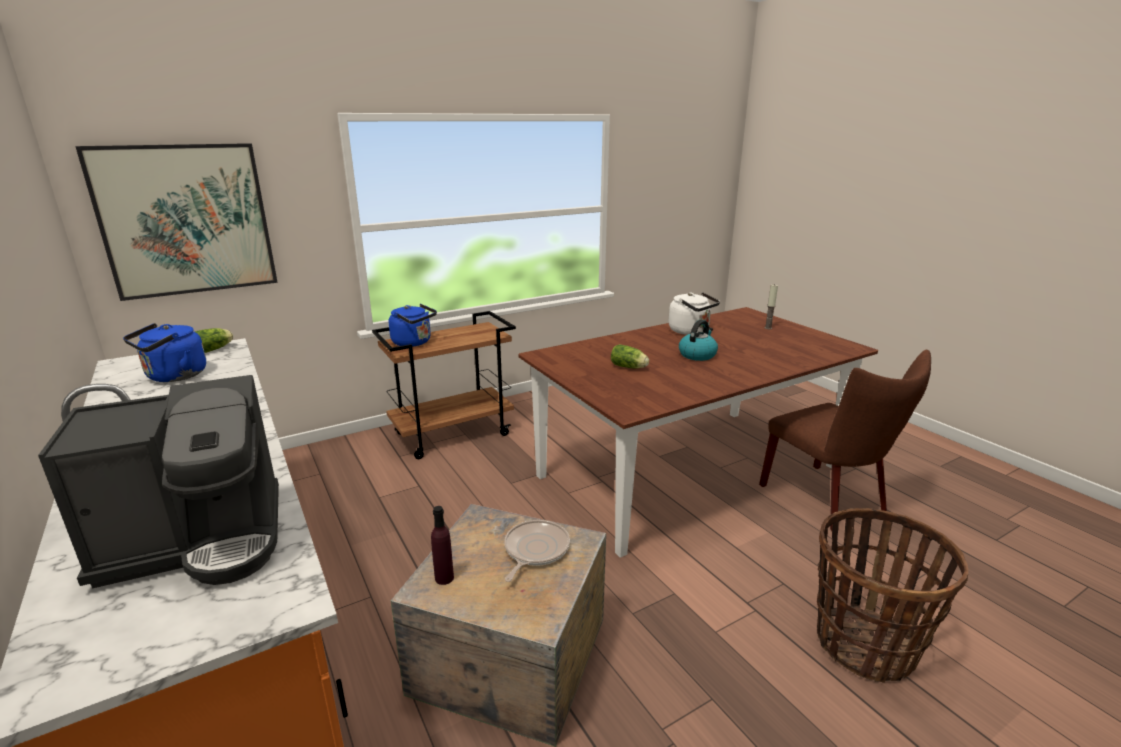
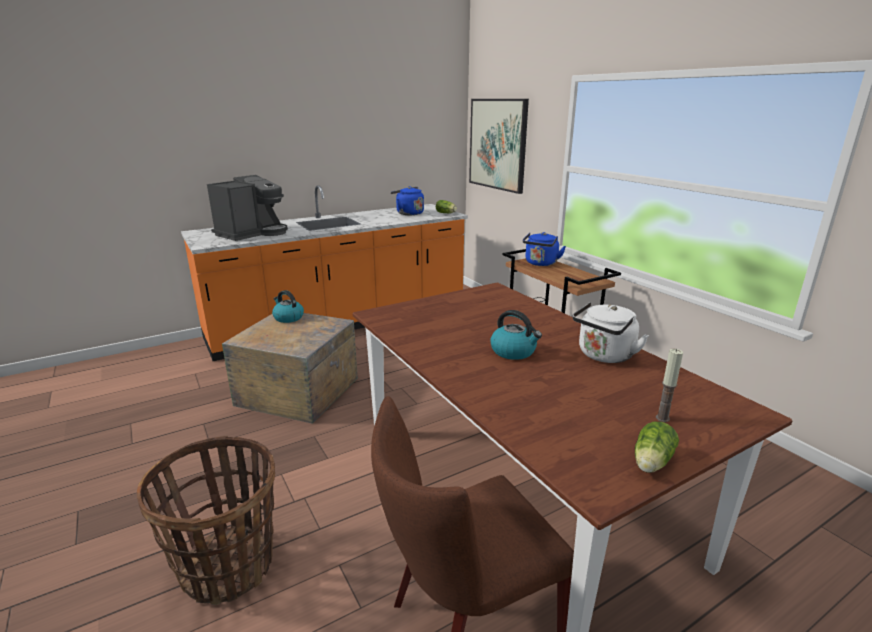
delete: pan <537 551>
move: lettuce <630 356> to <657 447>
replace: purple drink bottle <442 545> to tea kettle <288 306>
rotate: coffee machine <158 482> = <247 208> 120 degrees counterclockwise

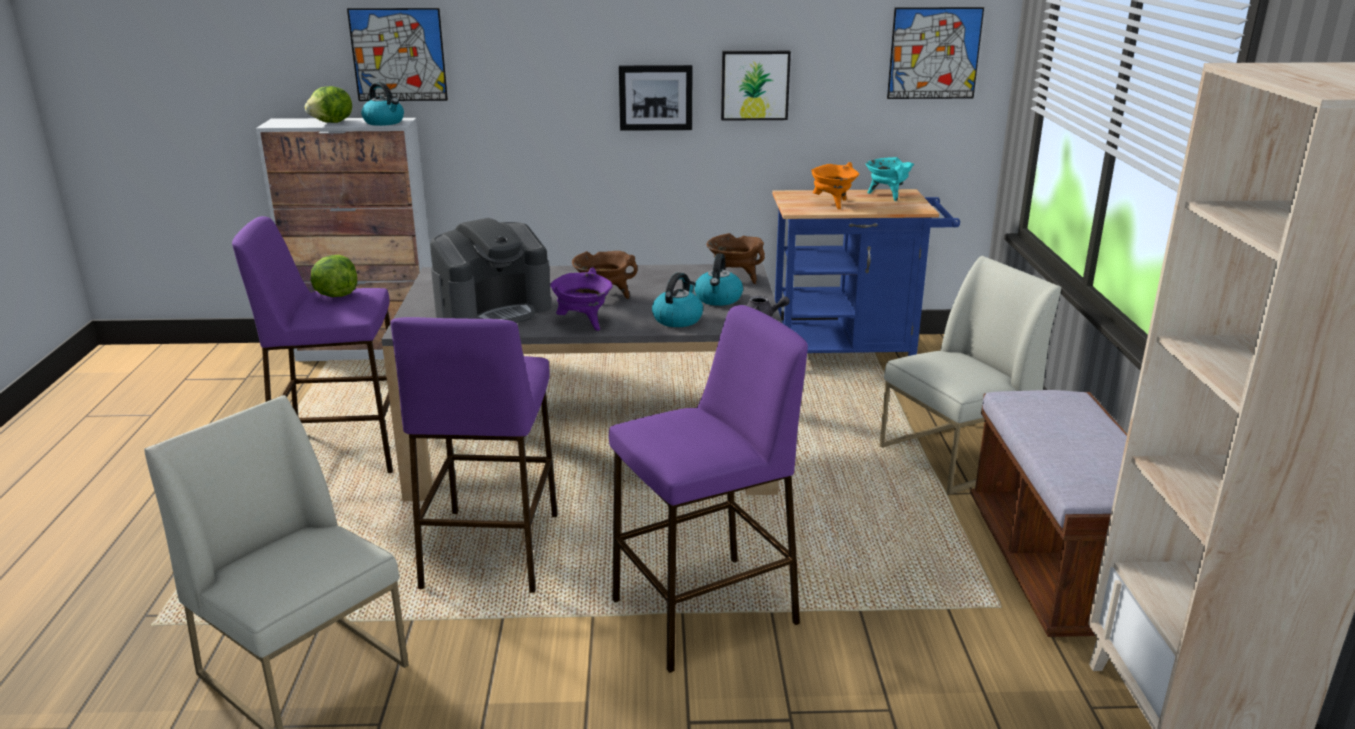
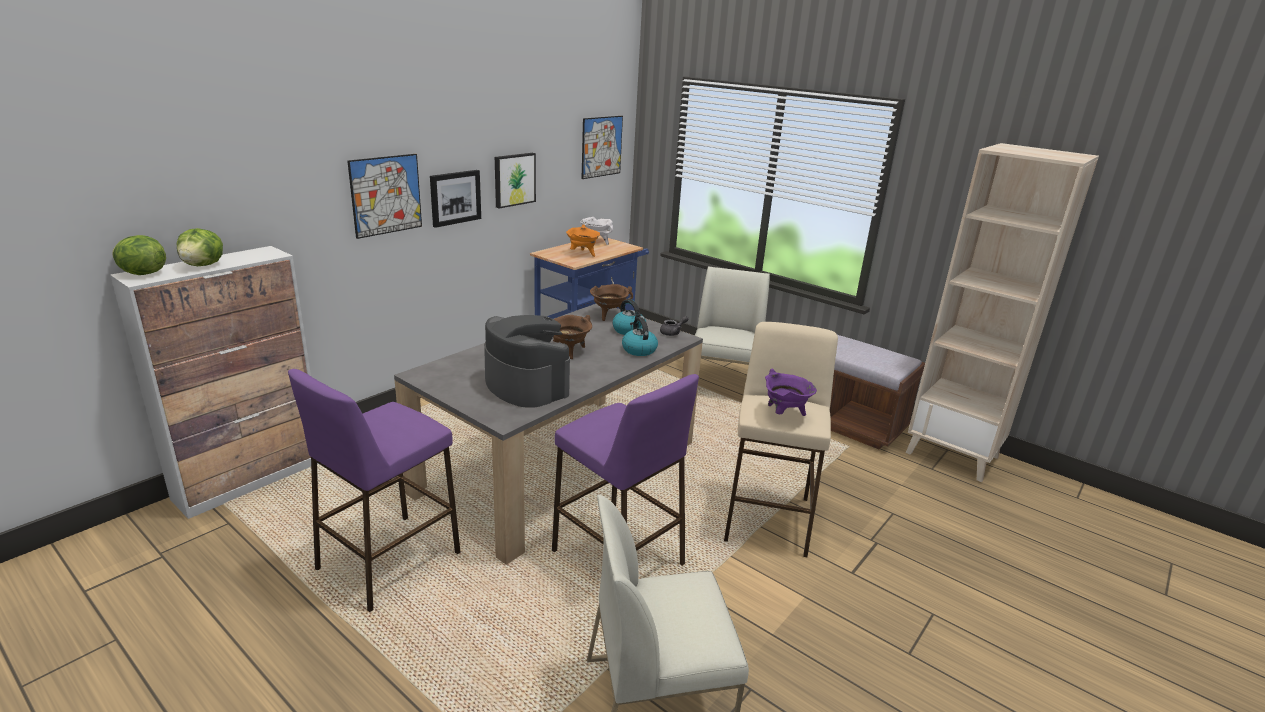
delete: tea kettle <382 104>
move: picture <397 54> to <384 196>; lettuce <333 276> to <139 255>; purple saucepot <581 299> to <791 392>
recolor: turquoise saucepot <890 179> to whitish saucepot <596 231>; purple sitting stool <708 489> to beige sitting stool <781 439>
rotate: coffee machine <490 270> = <527 361> 45 degrees counterclockwise

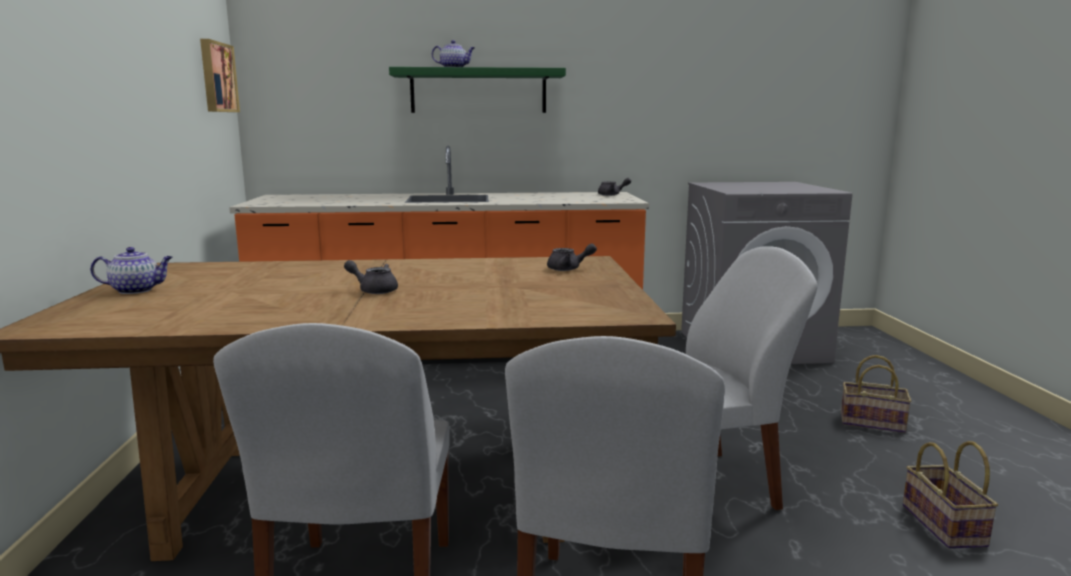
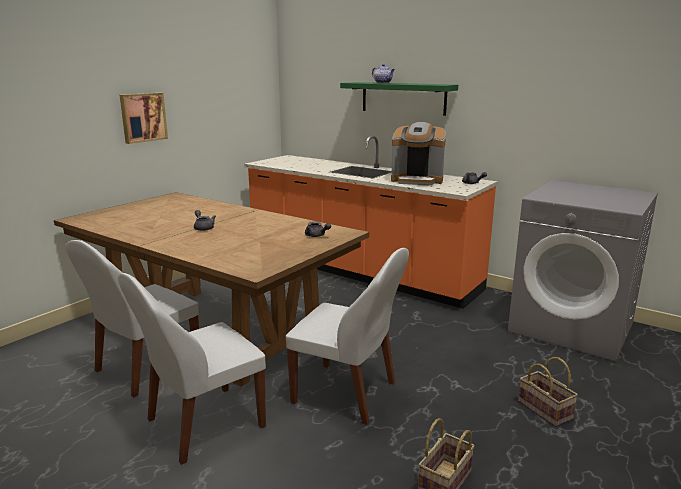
delete: pot for tea <131 270>
insert: coffee machine <418 154>
move: picture <220 75> to <144 118>

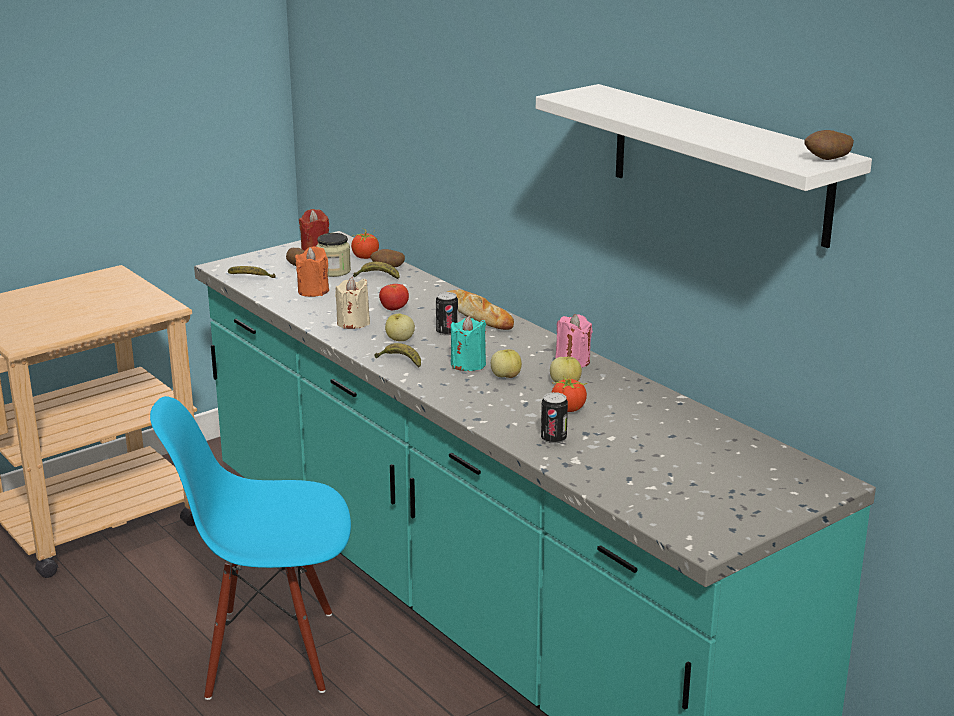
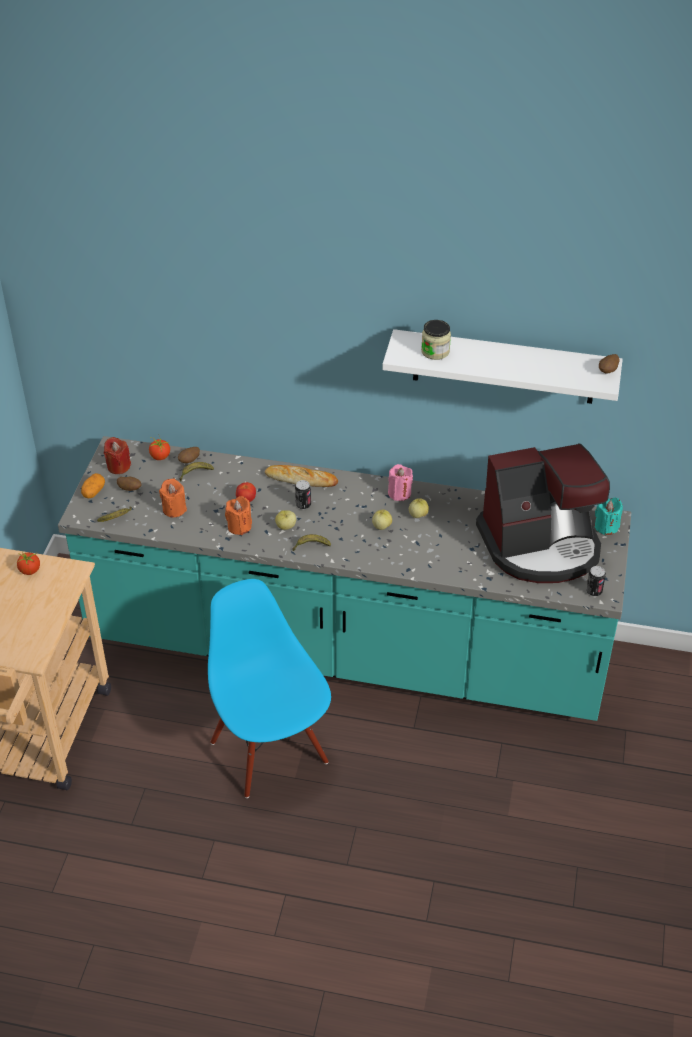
insert: coffee machine <543 513>; spud <93 485>
move: jar <334 255> to <436 340>; turquoise wax light <468 343> to <609 517>; fresh tomato <569 394> to <28 563>; metal can <554 418> to <596 581>
recolor: beige wax light <352 303> to orange-coloured wax light <238 515>
rotate: bluish upright chair <250 548> = <269 688> 105 degrees clockwise

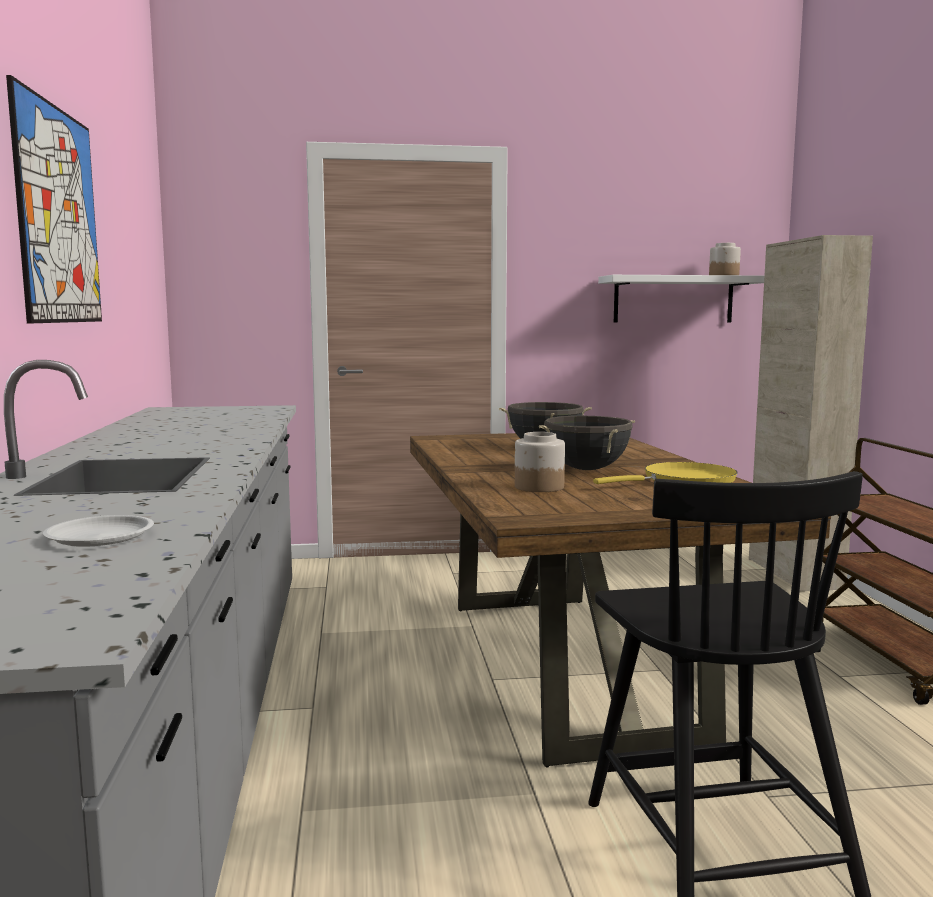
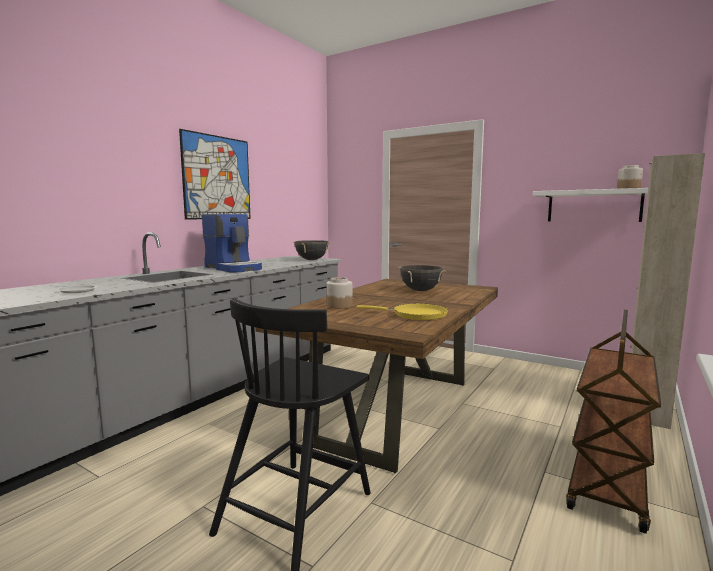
insert: coffee machine <232 243>
move: black-coloured saucepot <587 443> to <312 250>

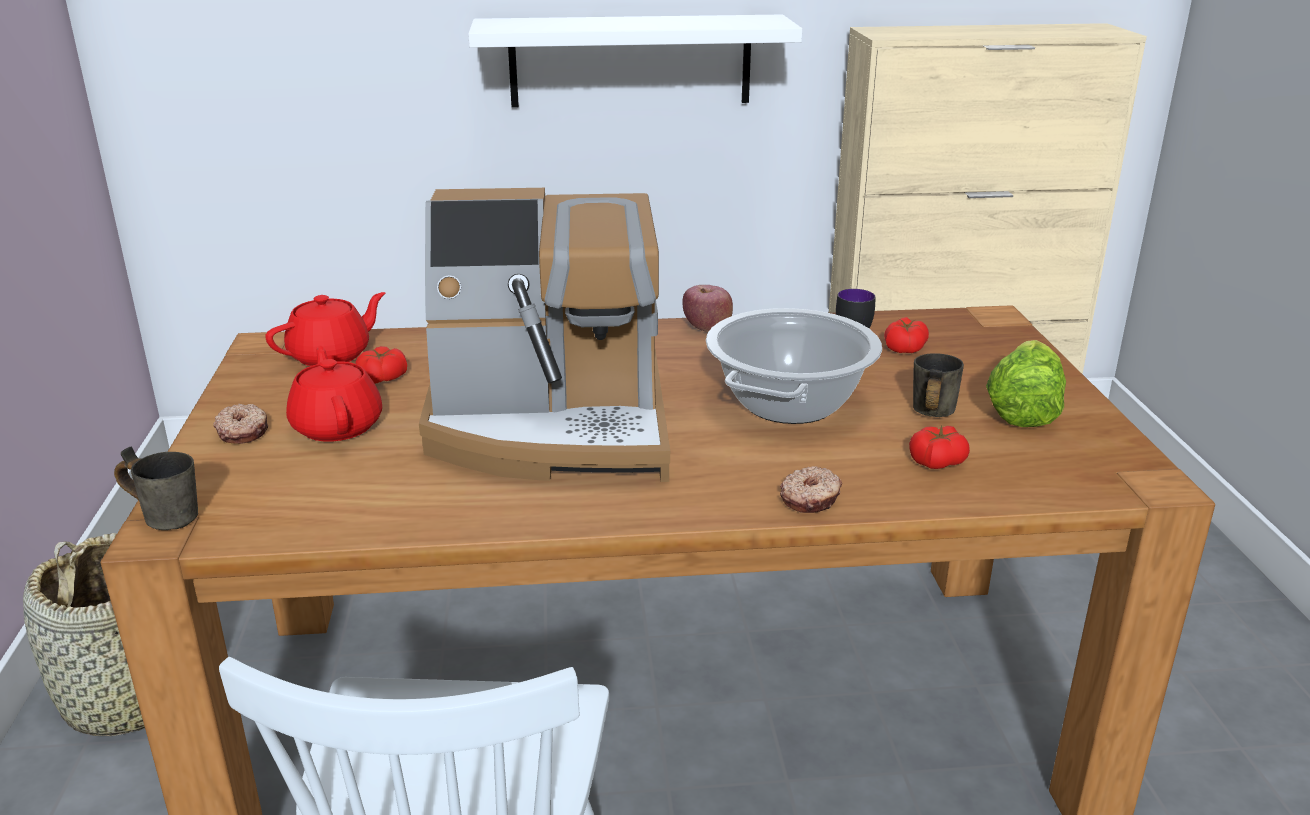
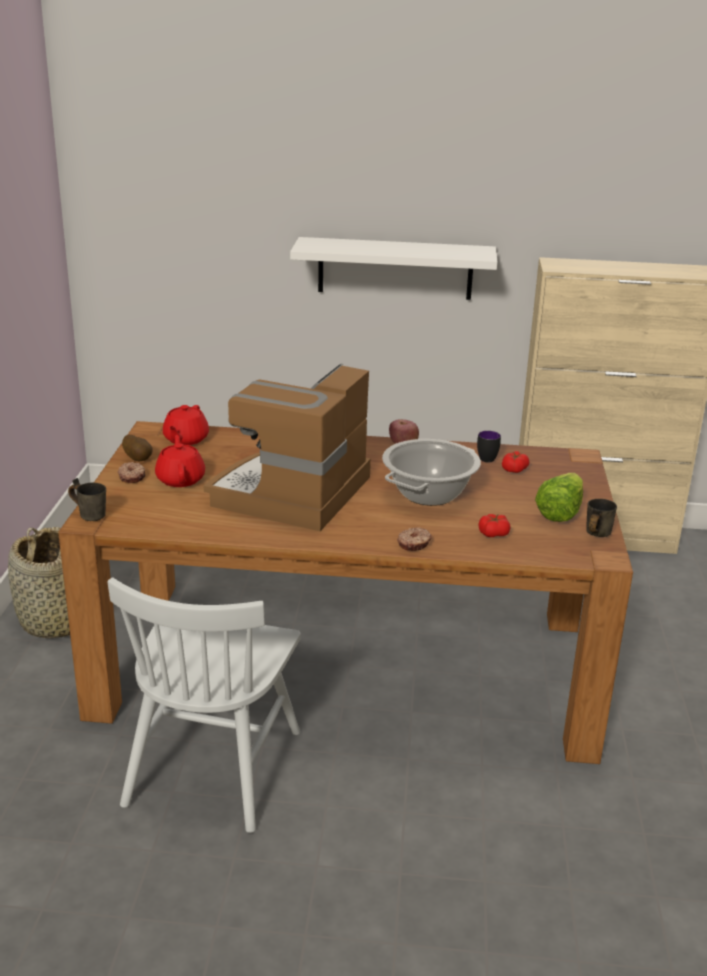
delete: fresh tomato <381 365>
insert: spud <137 448>
move: gray coffee mug <938 385> to <601 518>
rotate: coffee machine <544 335> = <287 447> 105 degrees clockwise; red pot for tea <325 329> = <186 425> 135 degrees clockwise

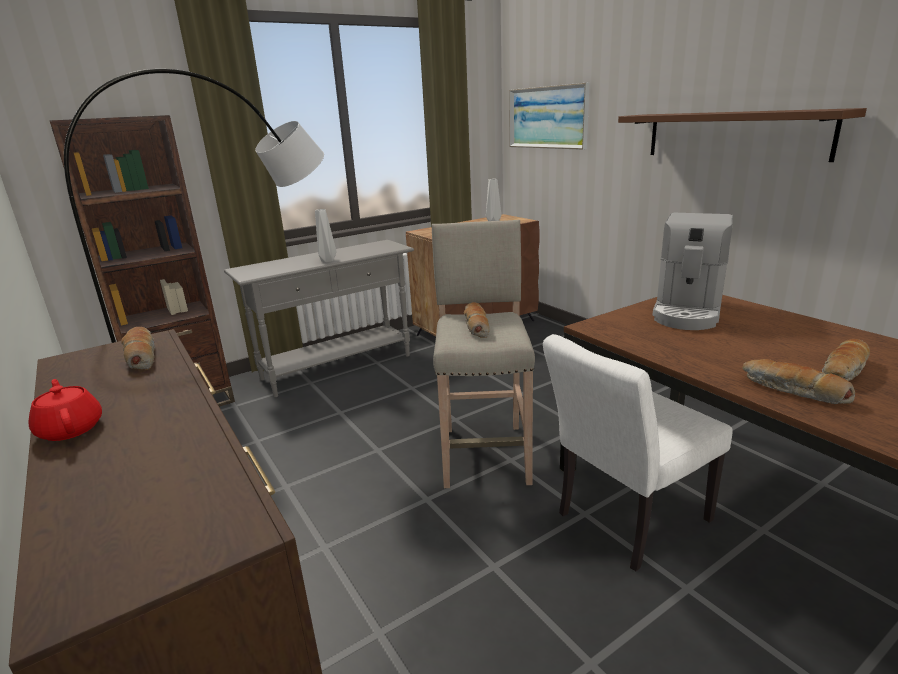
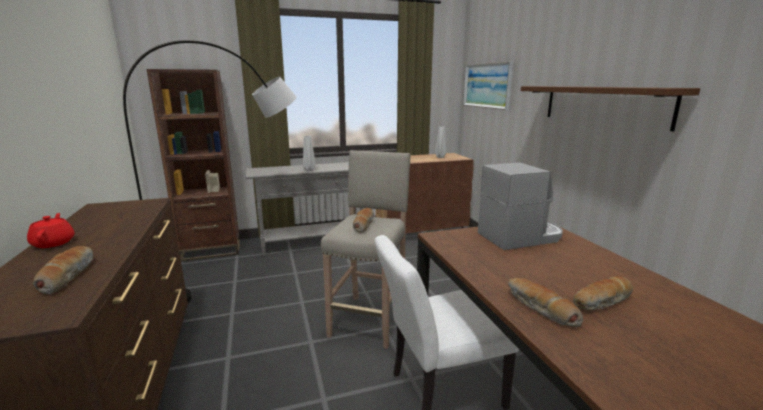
move: baked bread <138 348> to <63 270>
rotate: coffee machine <692 271> = <520 206> 150 degrees counterclockwise

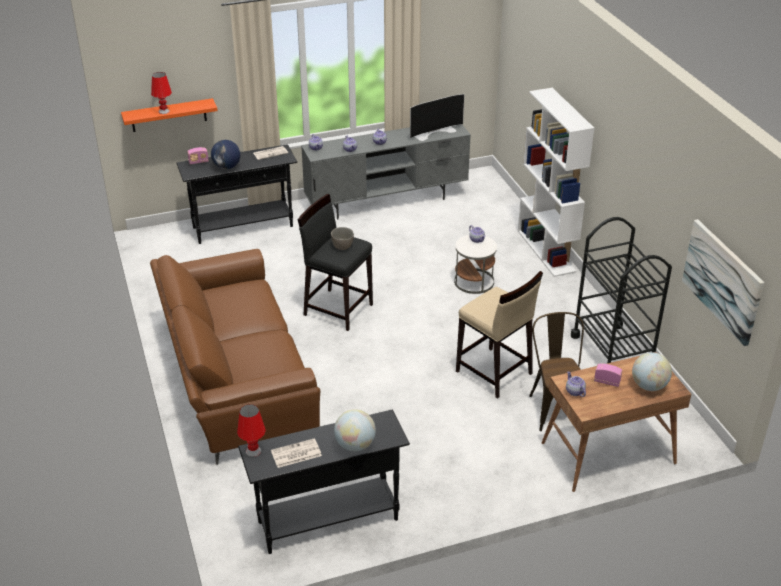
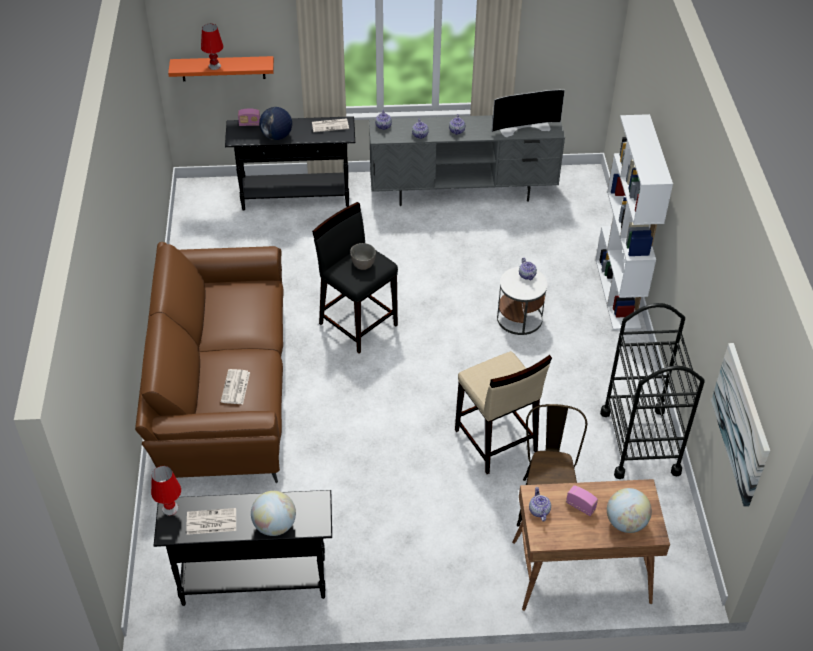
insert: printed paper <235 386>

